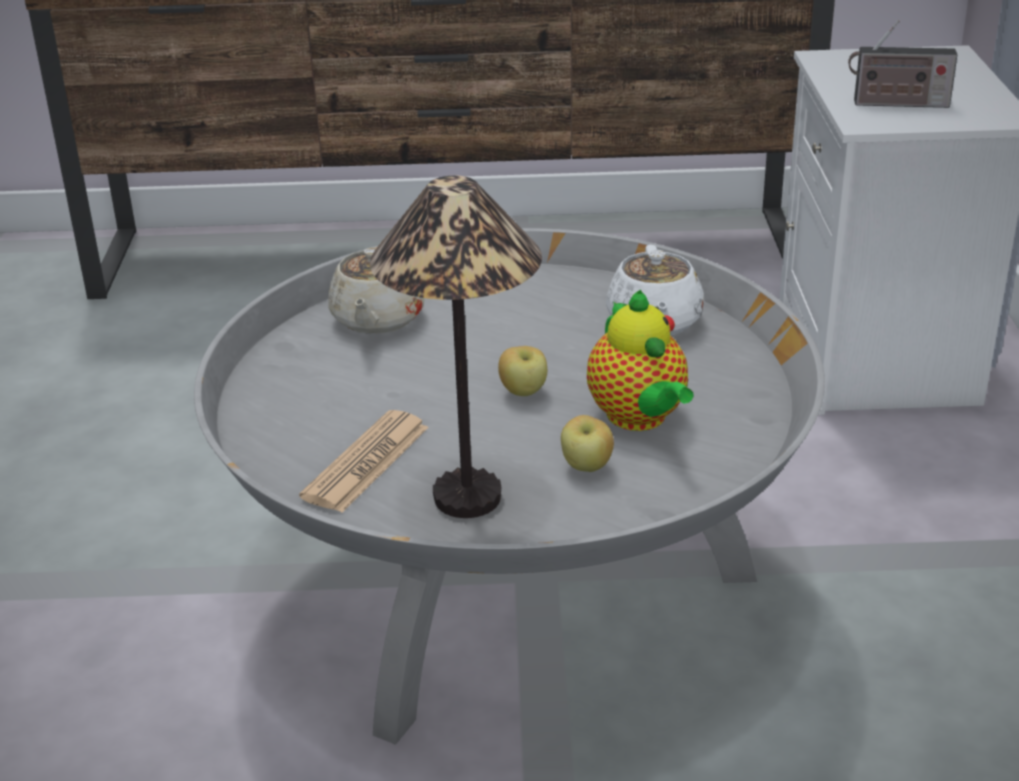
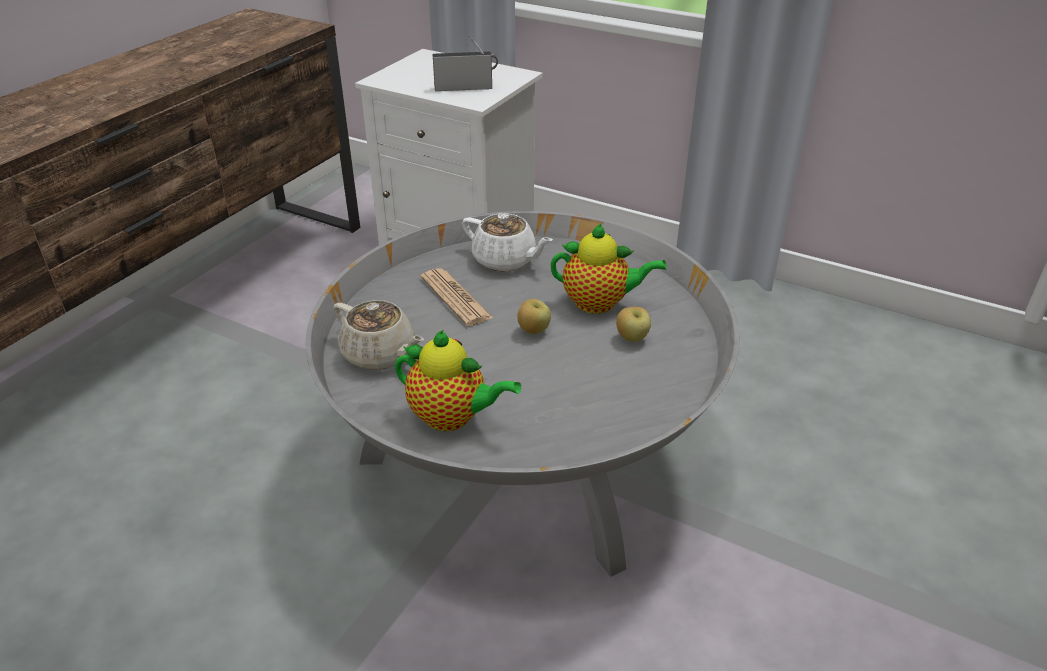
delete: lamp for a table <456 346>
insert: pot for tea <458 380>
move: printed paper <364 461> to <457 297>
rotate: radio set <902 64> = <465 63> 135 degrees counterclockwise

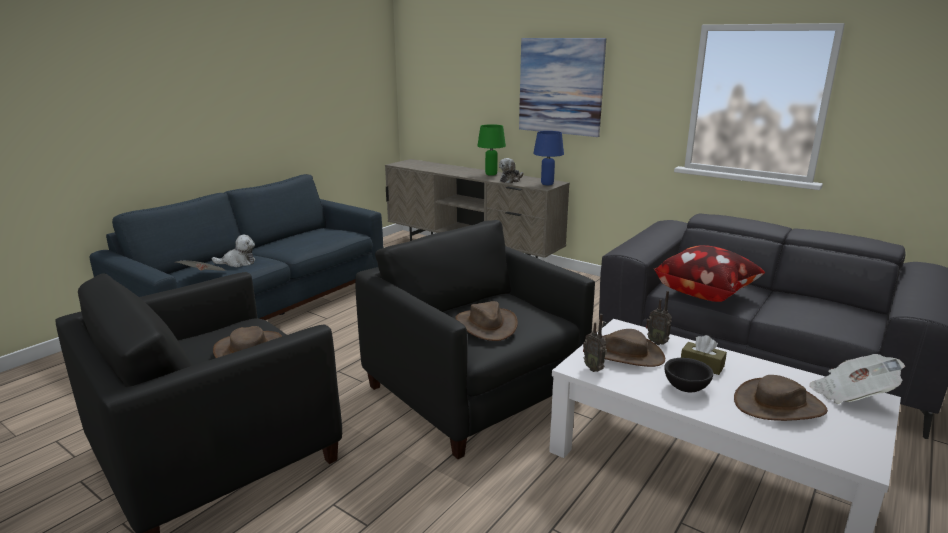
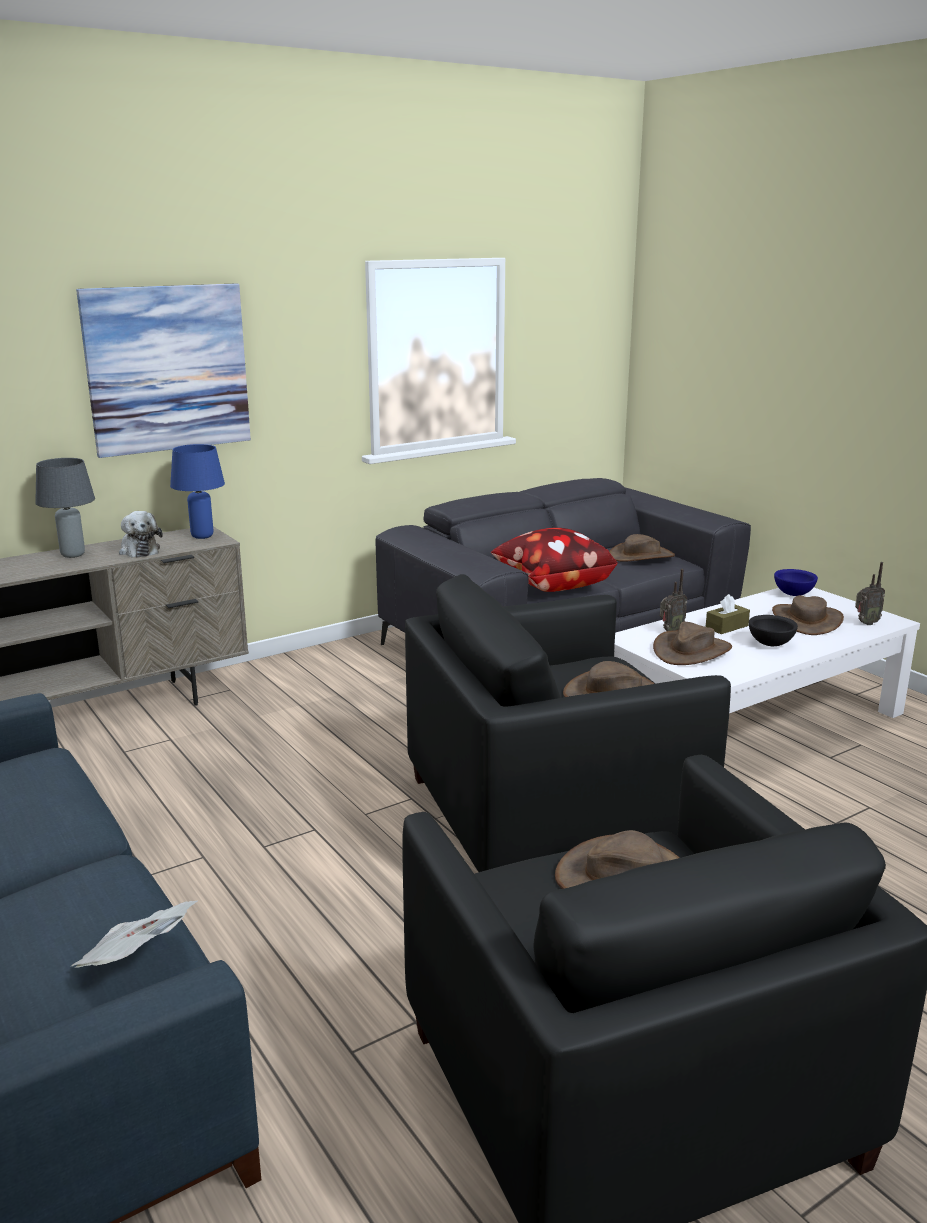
delete: soft toy <233 251>
insert: brown clothing hat <642 547>
move: radio set <595 343> to <870 593>
replace: printed paper <857 379> to bluish serving bowl <796 582>
recolor: greenish lamp for a table <491 150> to gray lamp for a table <65 508>

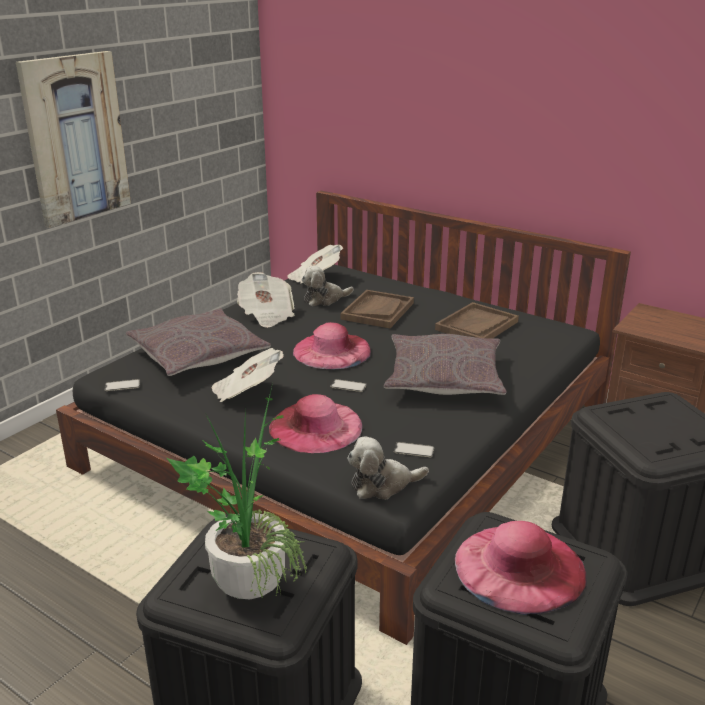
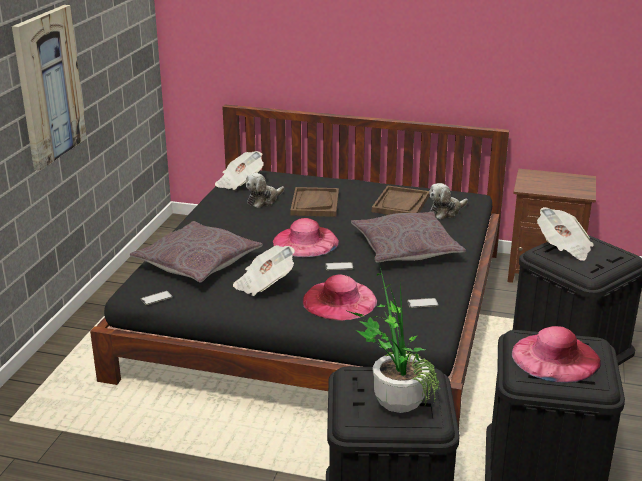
move: printed paper <266 300> to <565 234>; soft toy <388 468> to <448 201>

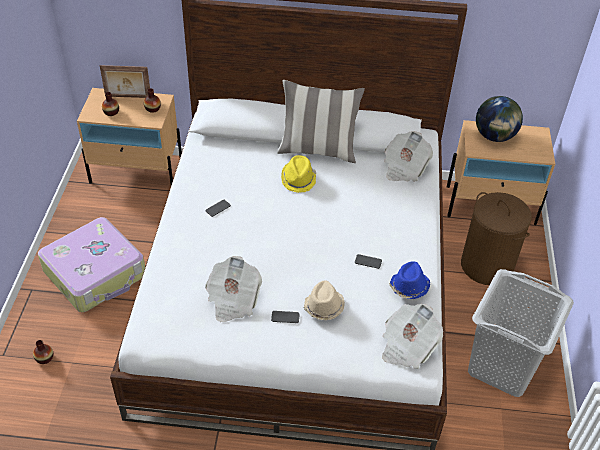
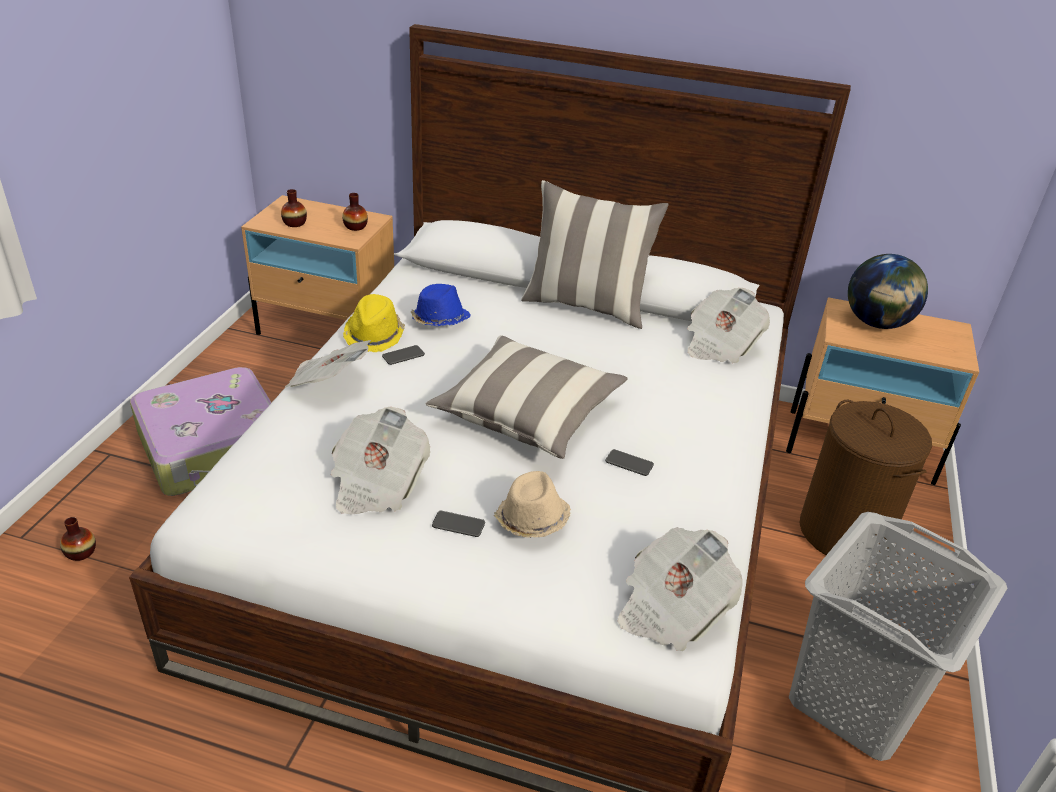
delete: photo frame <125 81>
insert: cushion <526 397>; printed paper <327 364>
move: yellow-coloured clothing hat <298 174> to <374 323>; bluish clothing hat <409 280> to <441 305>

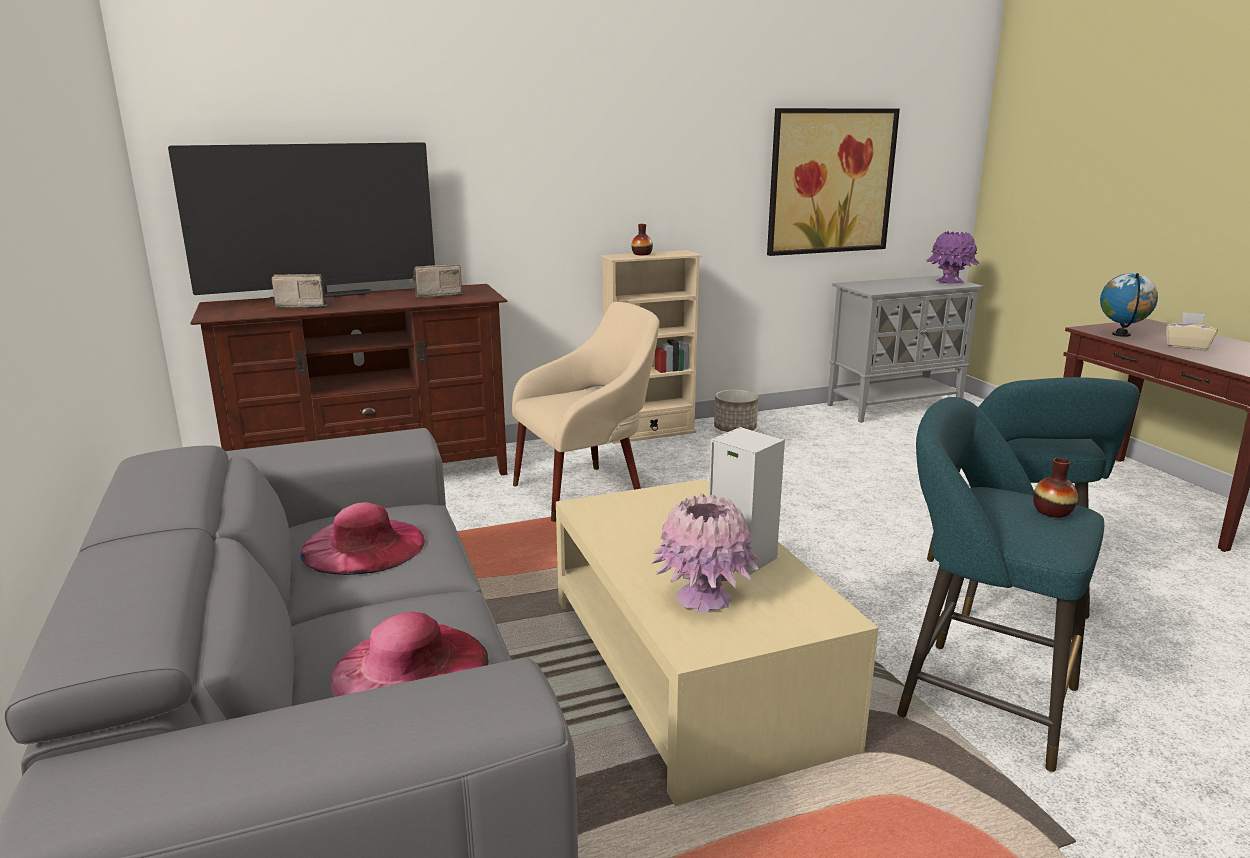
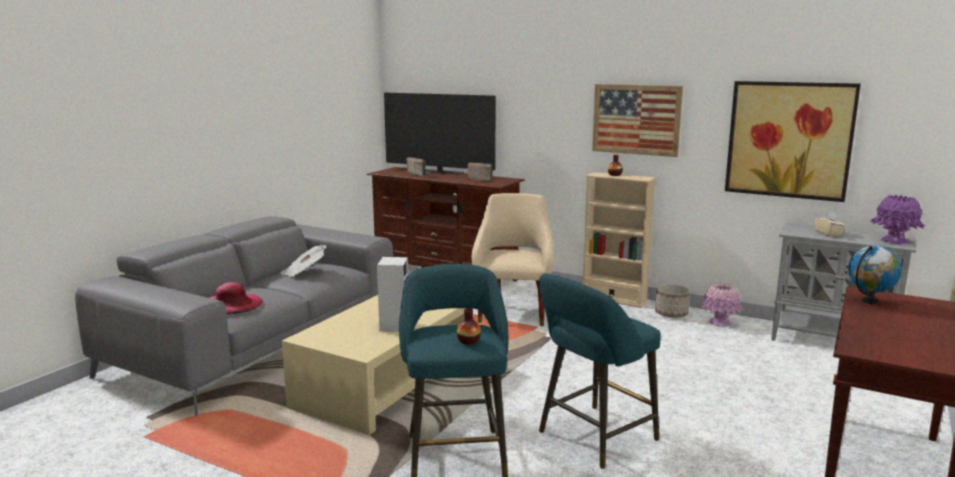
insert: picture <637 120>
move: beige box of tissues <1191 331> to <829 223>; pink decorative vase <705 553> to <721 305>
replace: pink clothing hat <362 538> to printed paper <303 261>
rotate: beige easy chair <586 412> = <513 259> 105 degrees counterclockwise

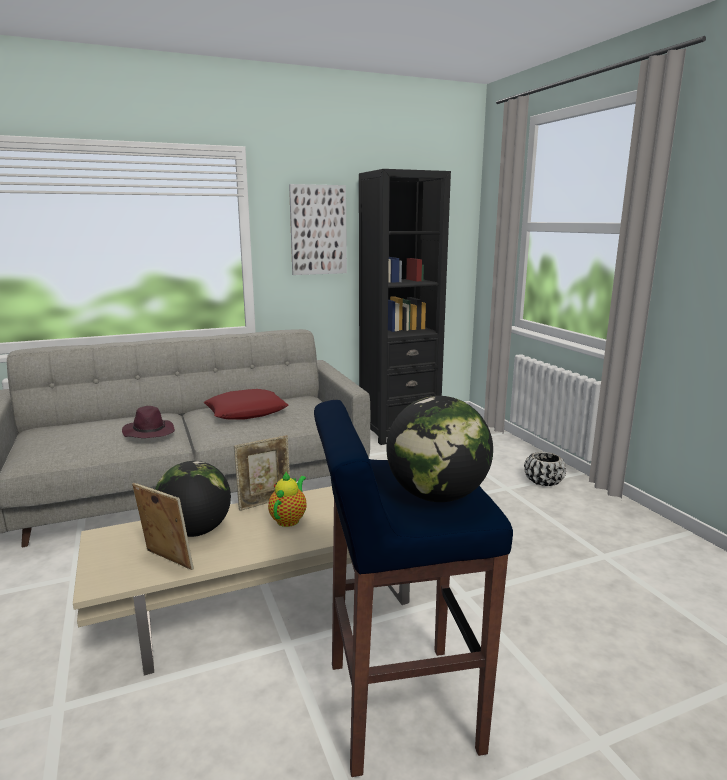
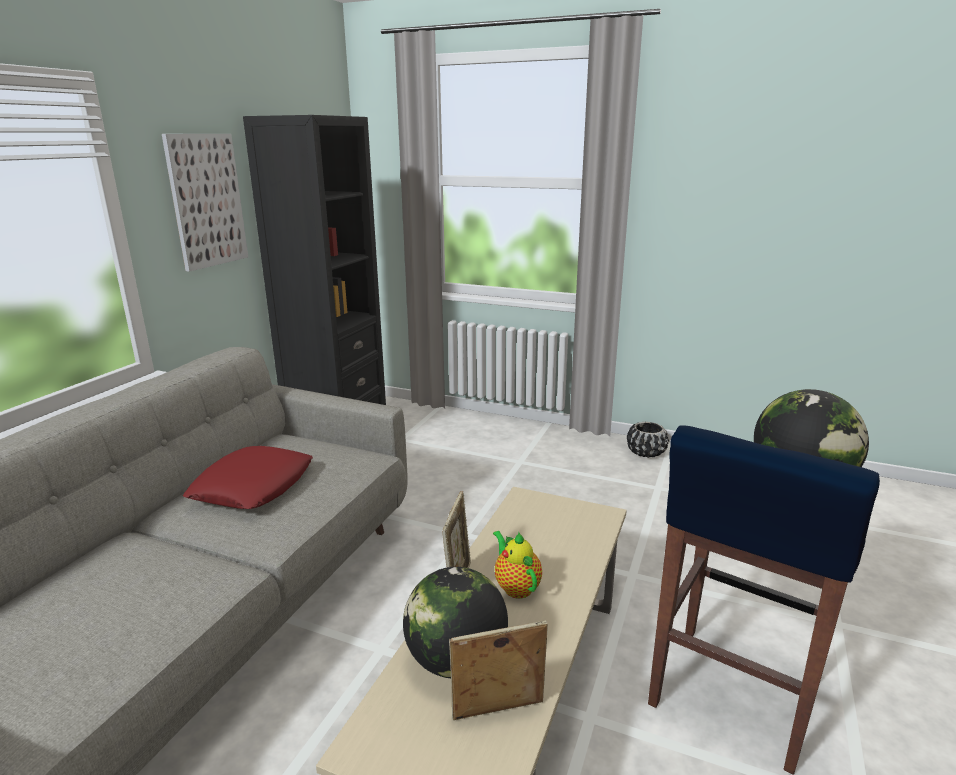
delete: purple clothing hat <148 422>
move: black-coloured flower pot <545 469> to <648 440>

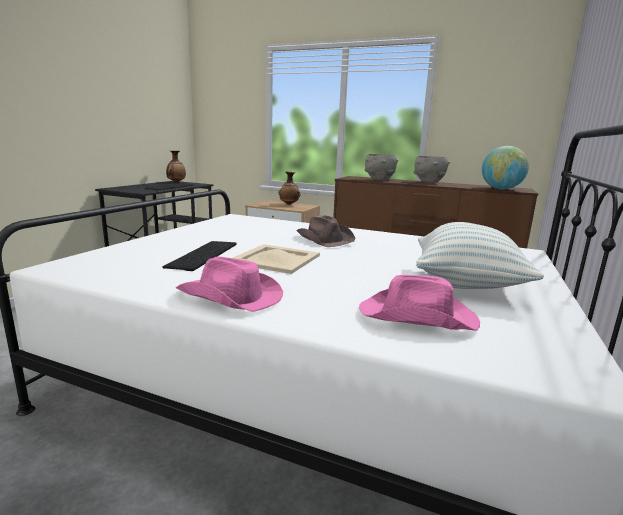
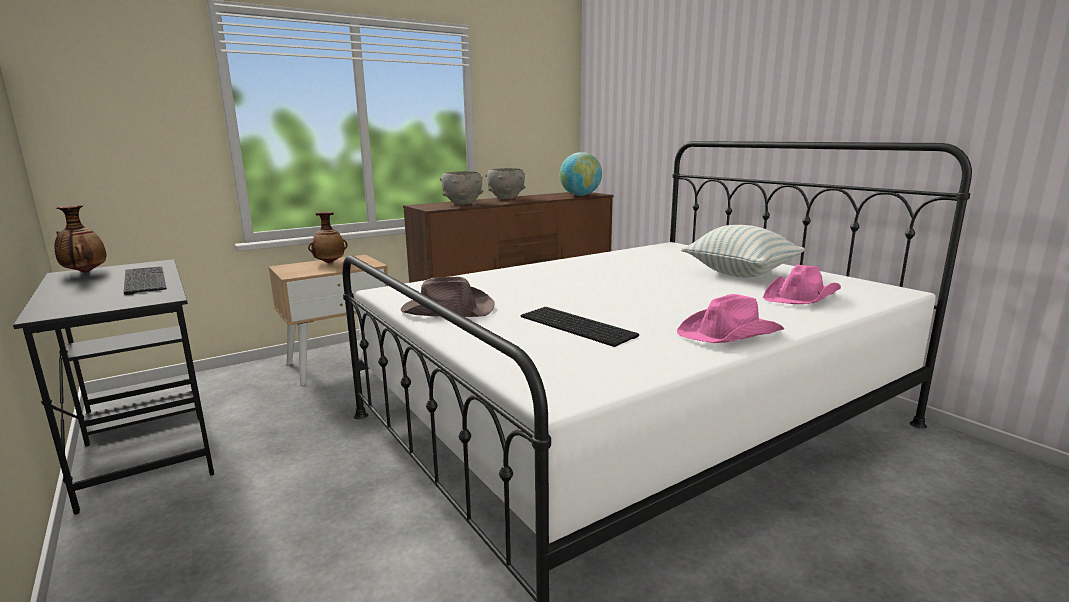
delete: beige serving tray <276 259>
move: brown clothing hat <326 231> to <448 297>

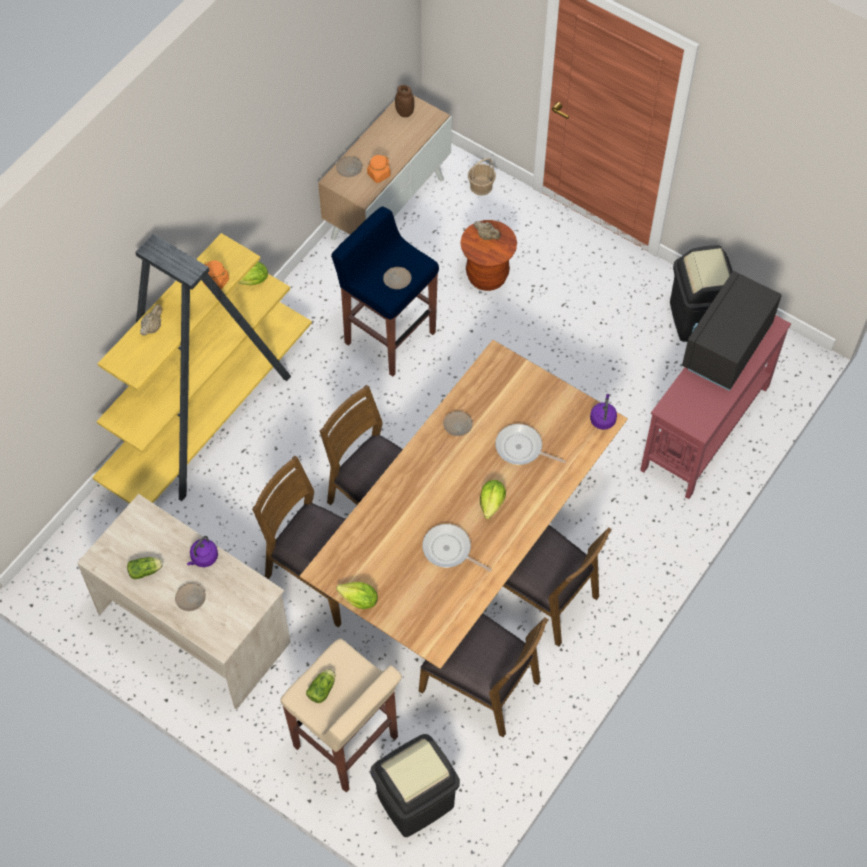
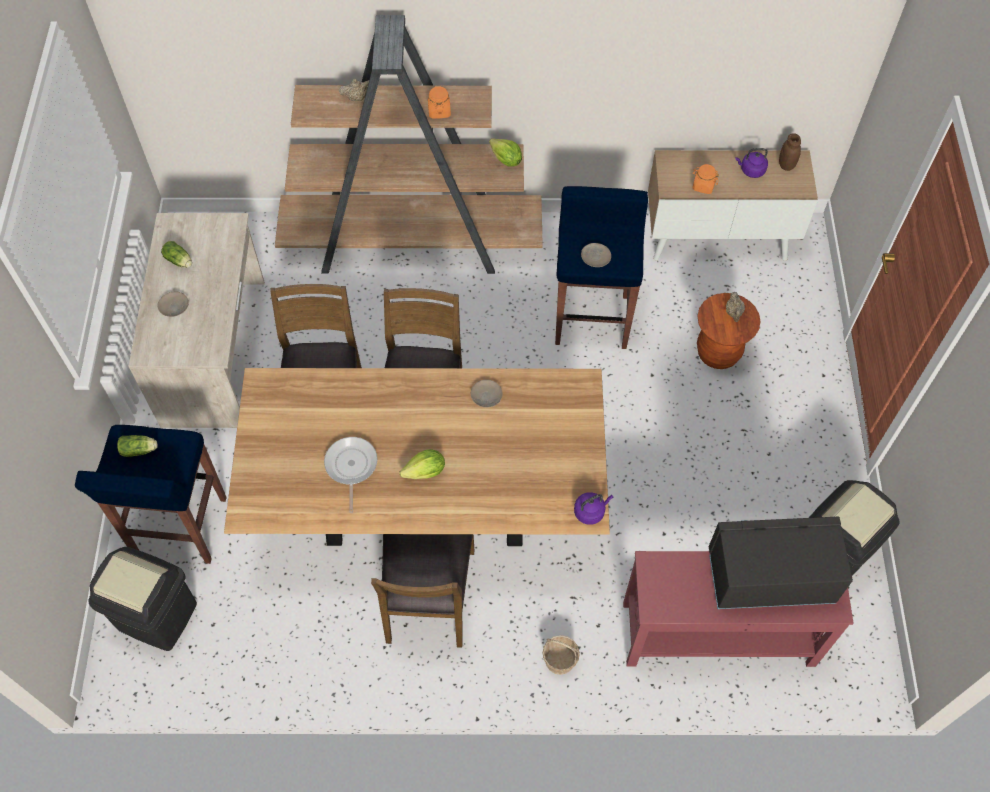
delete: beige flat dish <349 166>; pan <530 444>; lettuce <357 595>; brown upright chair <483 675>
move: household basket <482 176> to <561 655>; purple tea kettle <202 551> to <752 163>
recolor: yellow-coloured bookshelf <202 368> to brown bookshelf <408 144>; beige sitting stool <341 715> to bluish sitting stool <151 494>

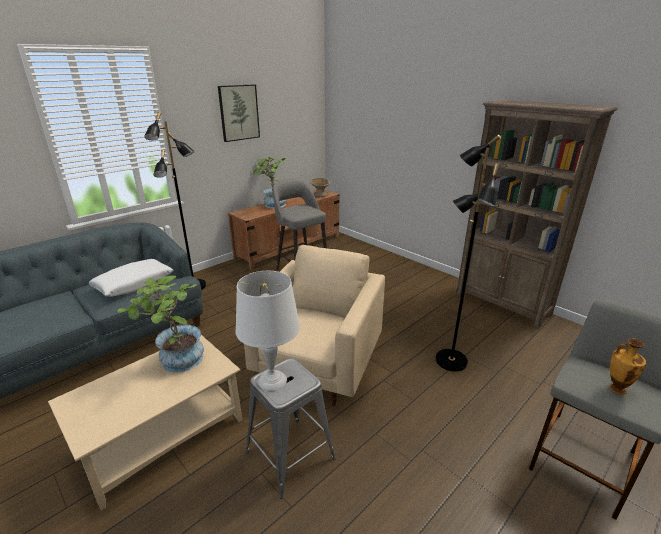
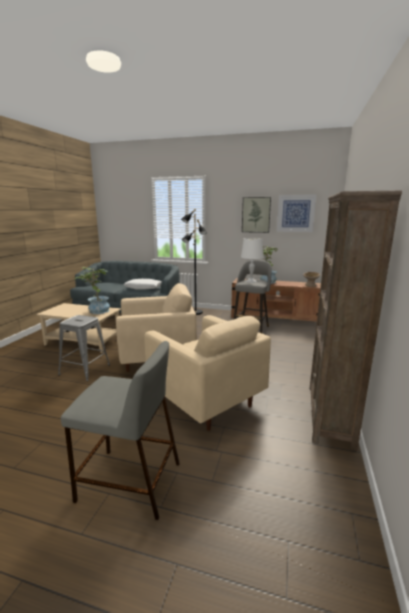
delete: decorative vase <628 366>
insert: picture <296 213>
move: whitish lamp for a table <267 331> to <252 260>
replace: black-coloured floor lamp <468 253> to beige easy chair <207 373>

